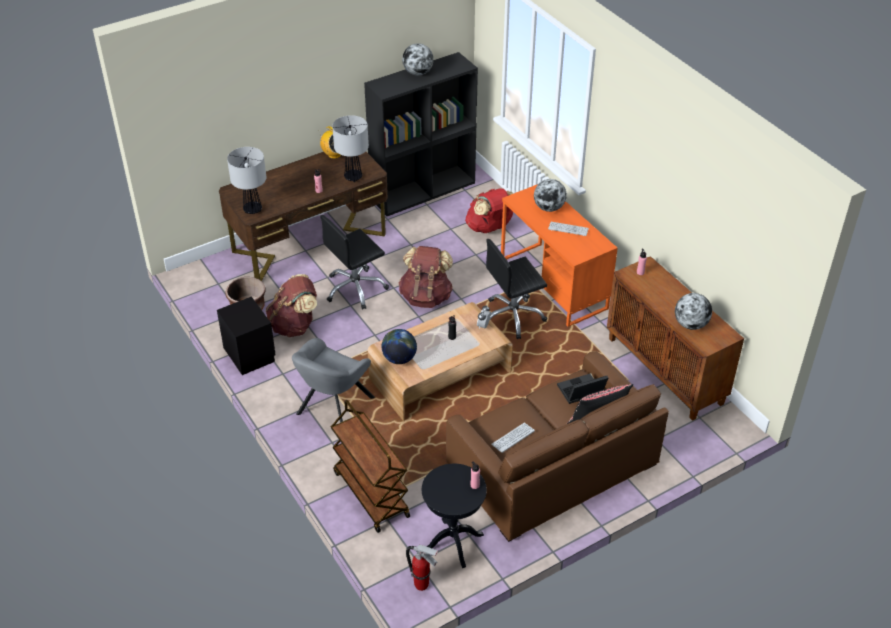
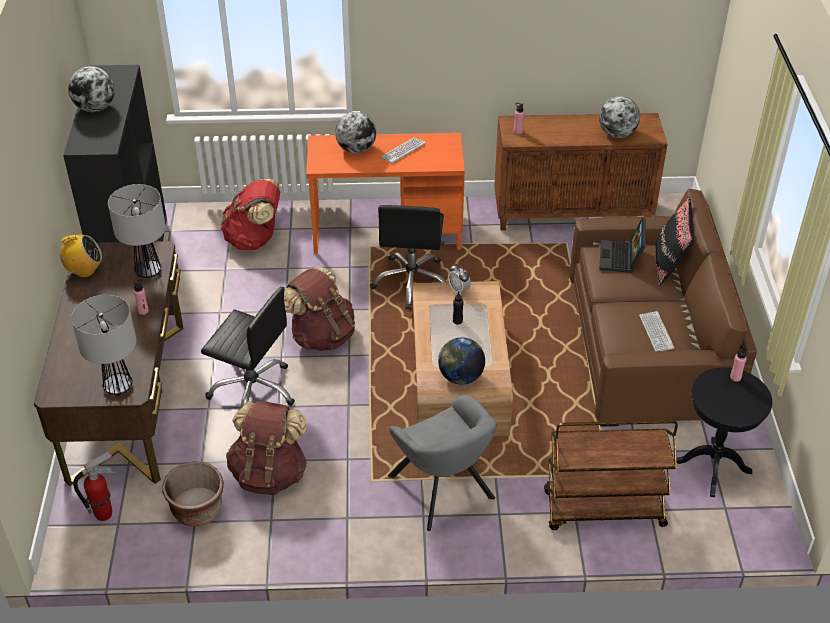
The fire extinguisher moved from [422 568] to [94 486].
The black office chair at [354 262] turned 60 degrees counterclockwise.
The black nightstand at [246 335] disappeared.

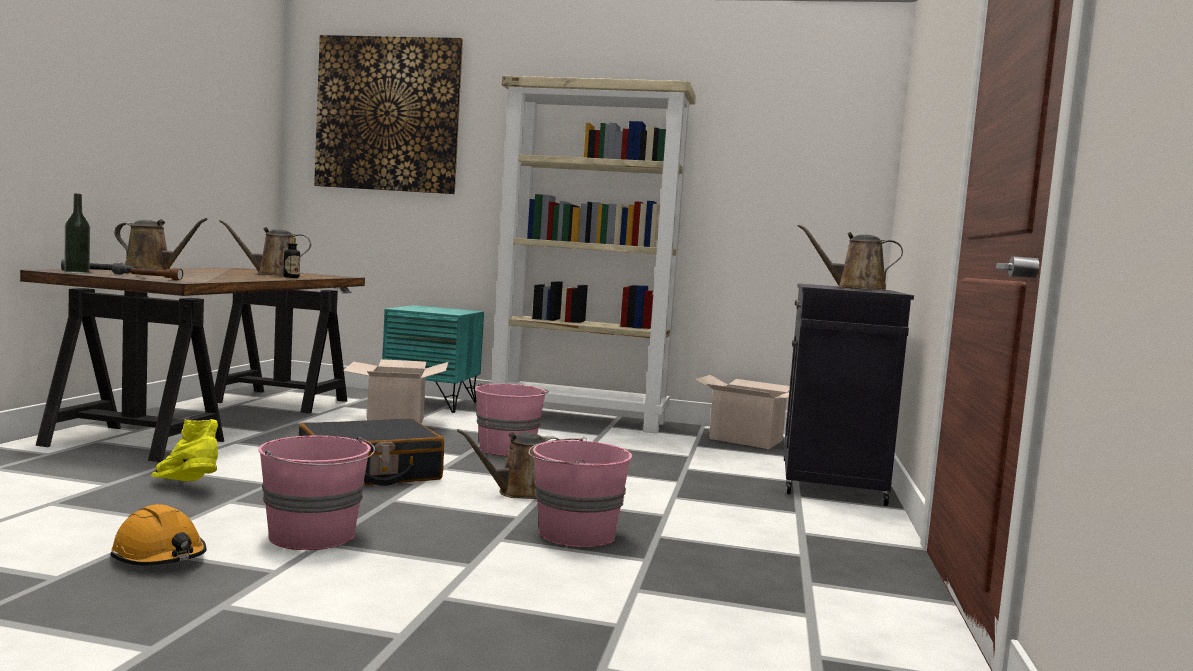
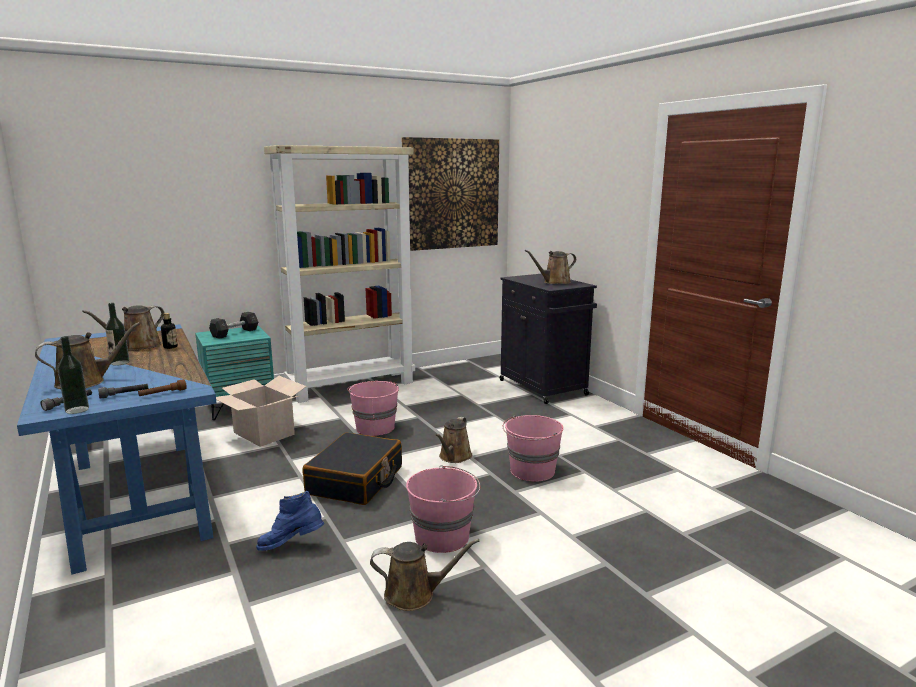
The brown desk at [192 365] became the blue desk at [117 449].
The bottle at [117 334] appeared.
The grey dumbbell at [233 325] appeared.
The yellow boot at [184 450] became the blue boot at [290 521].
The orange hard hat at [159 535] was replaced by the brown watering can at [425 575].
The picture moved from [388 114] to [450 194].
The cardboard box at [742 412] disappeared.

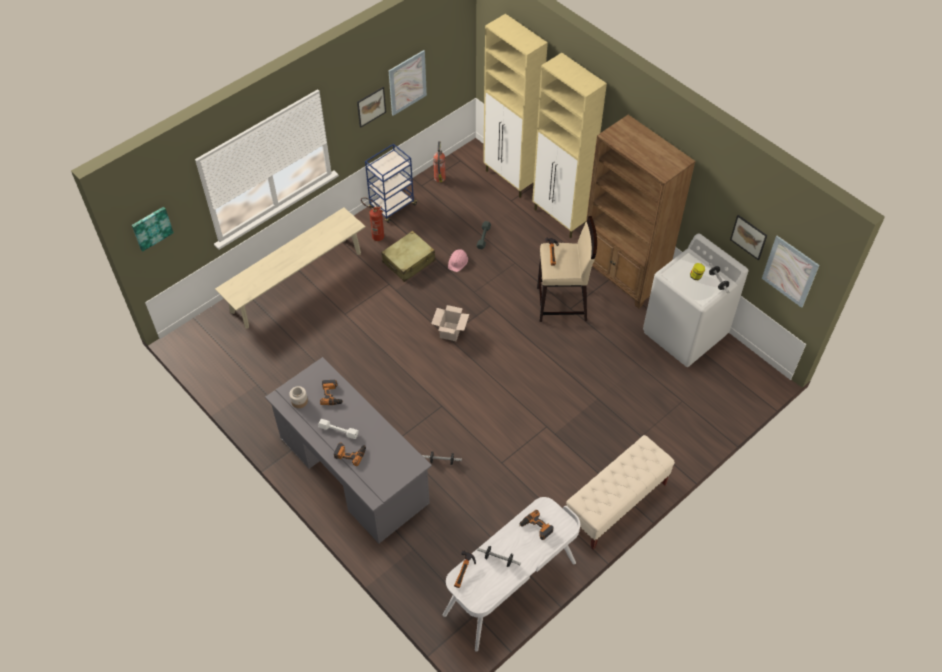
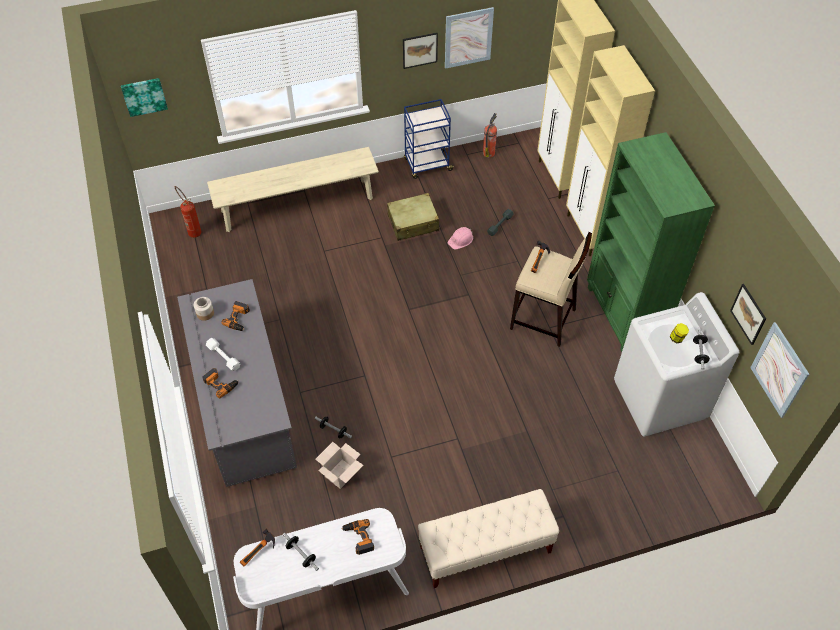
The fire extinguisher moved from [372 219] to [188 212].
The cardboard box moved from [450 323] to [339 465].
The brown bookcase at [641 212] became the green bookcase at [651 242].

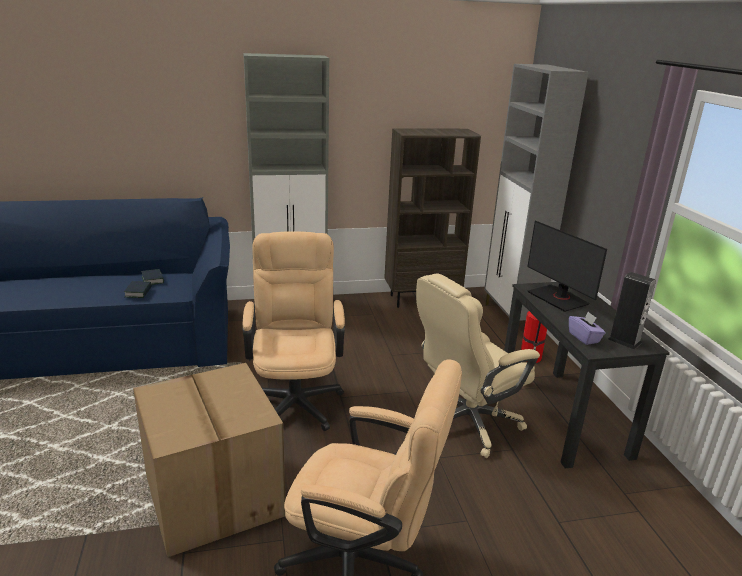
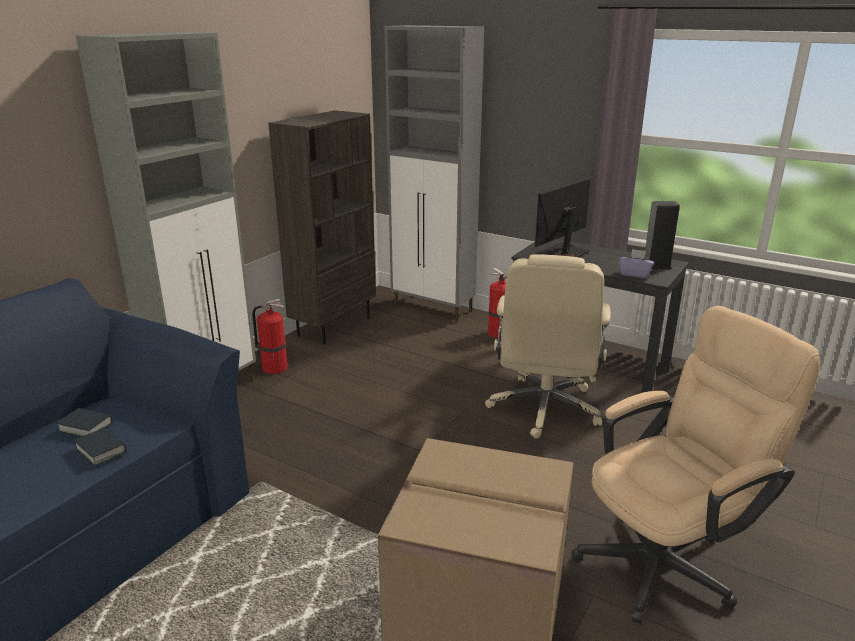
The fire extinguisher at [270 336] appeared.
The monitor at [567 266] turned 120 degrees clockwise.
The beige office chair at [294 331] disappeared.

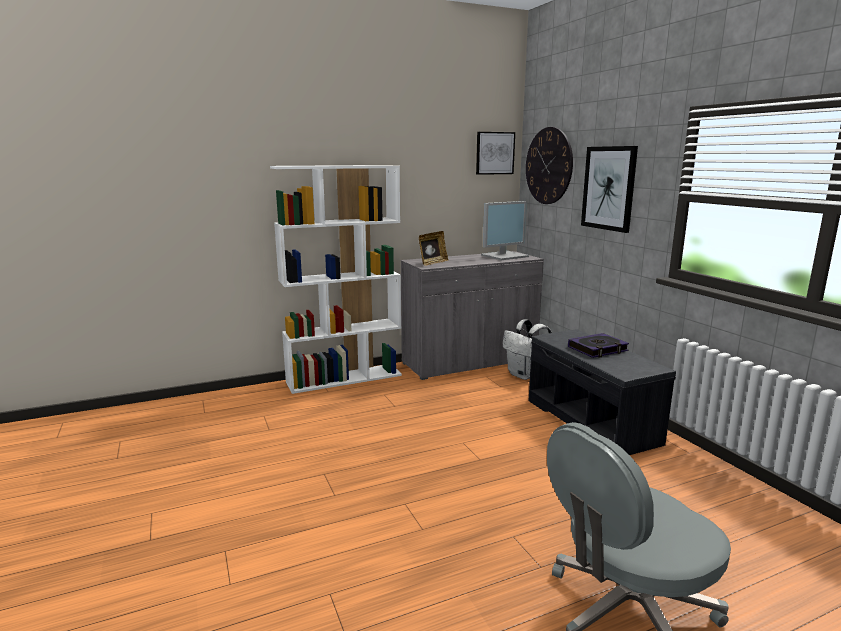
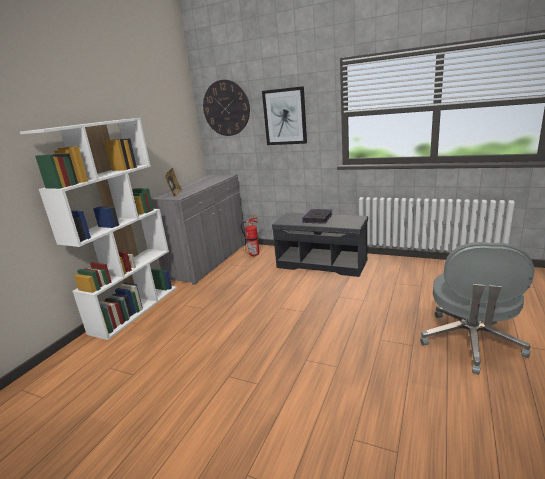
The white backpack at [527 349] was replaced by the fire extinguisher at [250 236].
The picture at [495 153] disappeared.
The monitor at [505 230] disappeared.

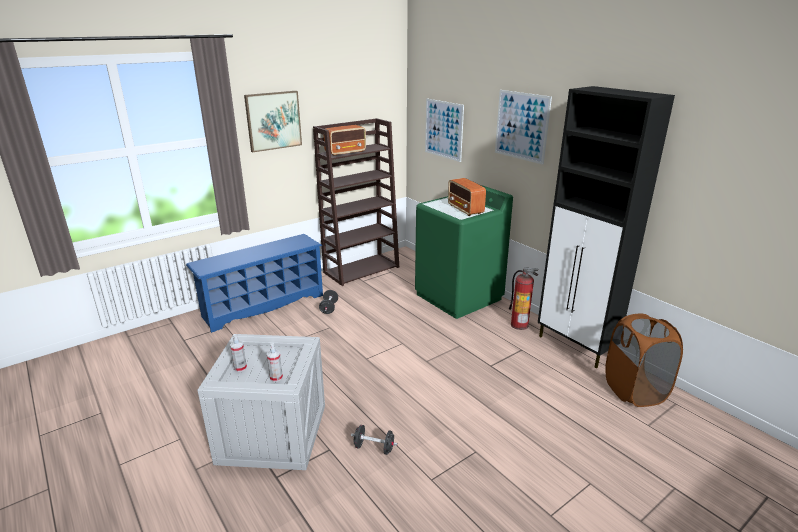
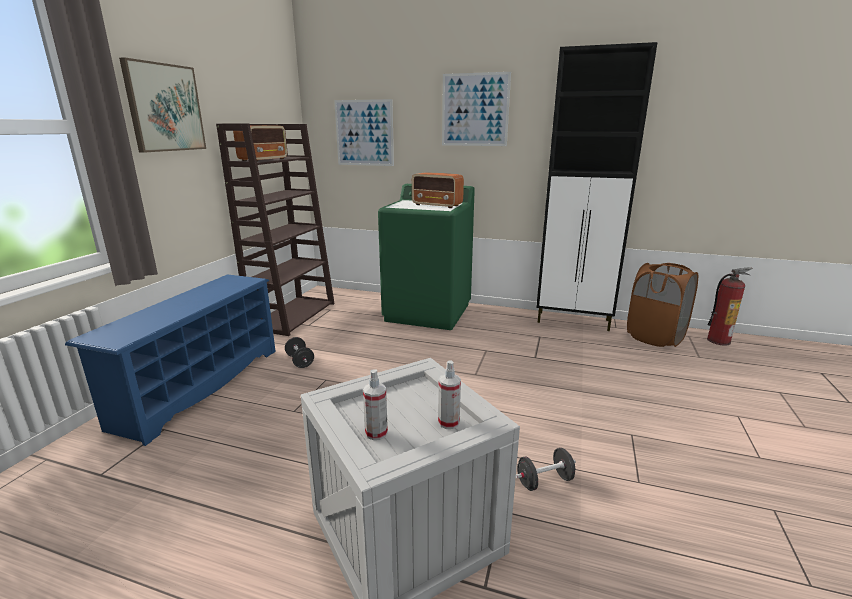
The fire extinguisher moved from [524 298] to [730 306].

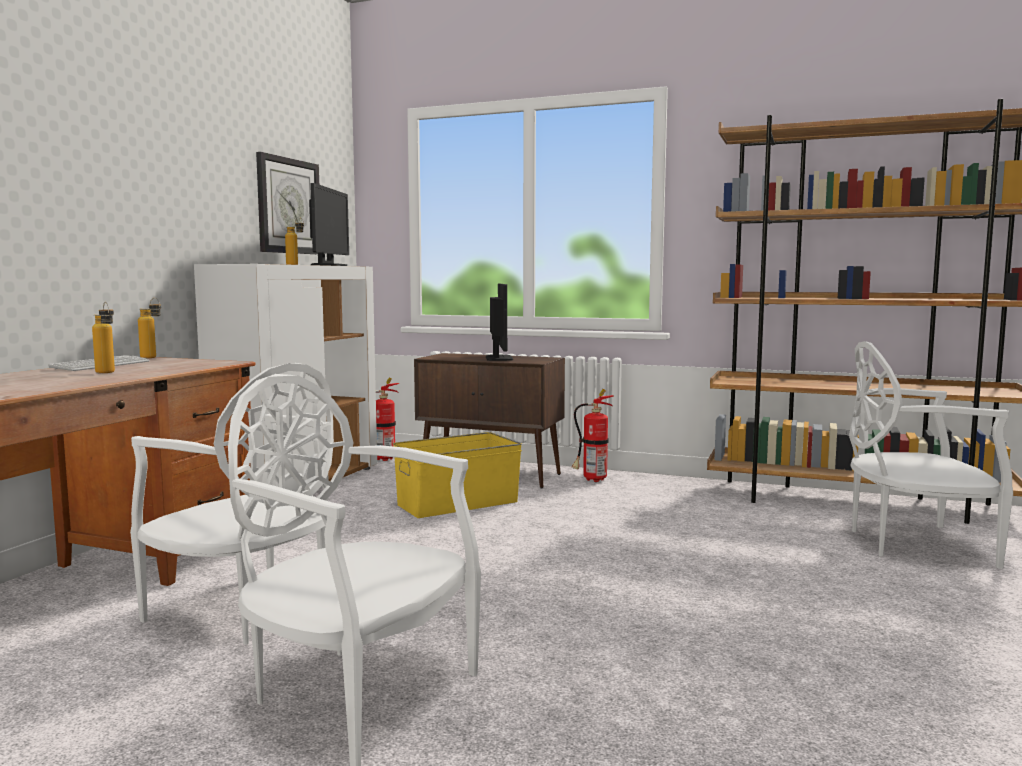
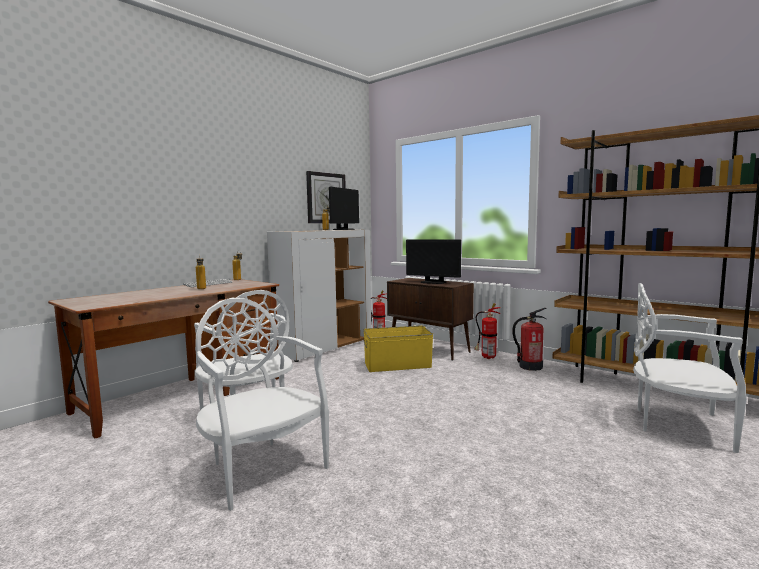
The monitor at [499 322] turned 105 degrees clockwise.
The fire extinguisher at [529 339] appeared.

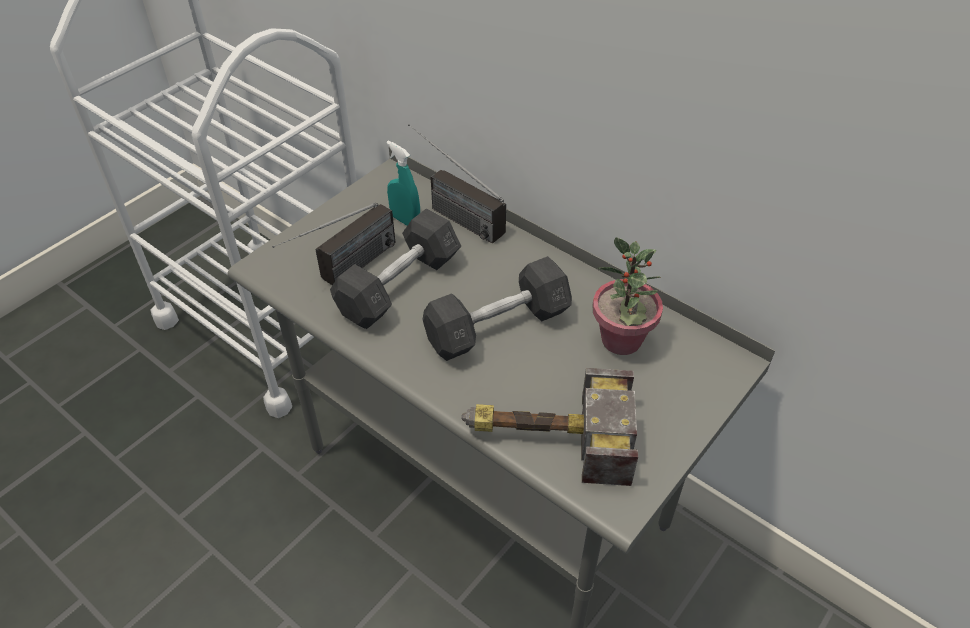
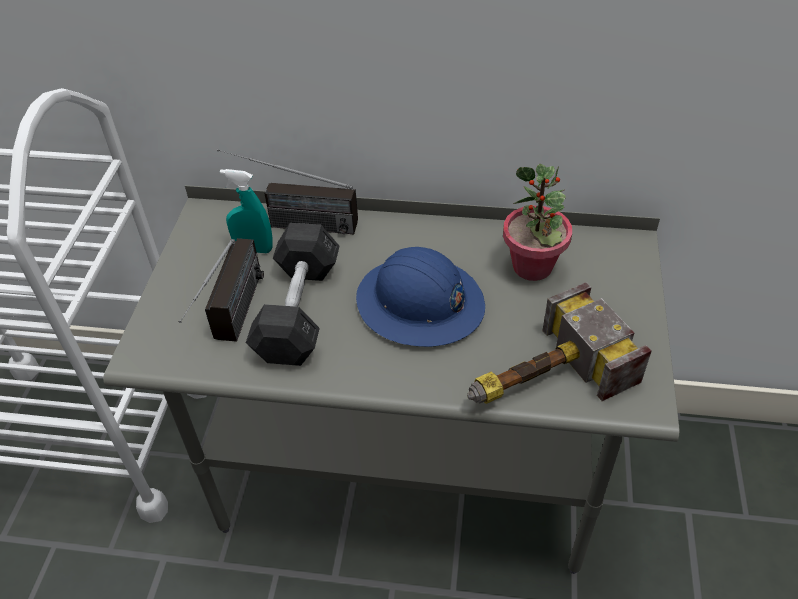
The grey dumbbell at [497 308] was replaced by the blue hard hat at [420 297].

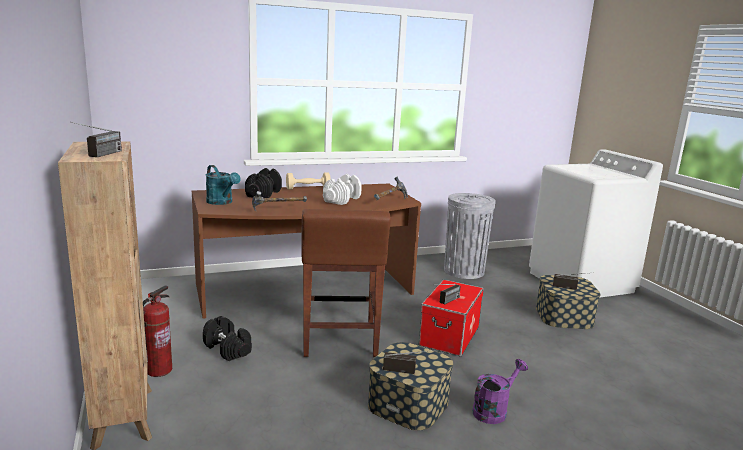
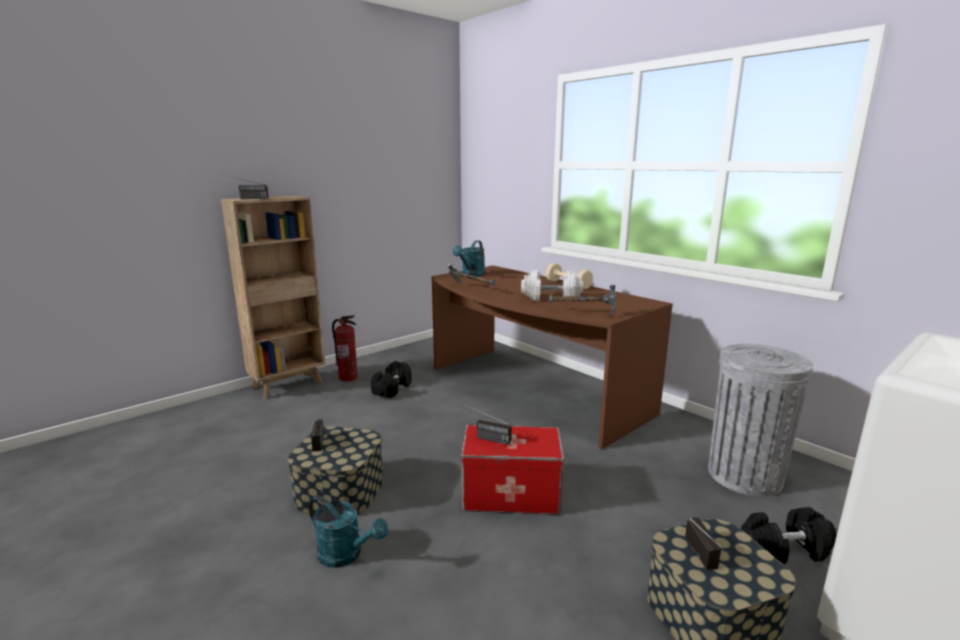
The purple watering can at [500 391] became the turquoise watering can at [348 531].
The black dumbbell moved from [263 183] to [789 536].
The brown stool at [346 283] disappeared.

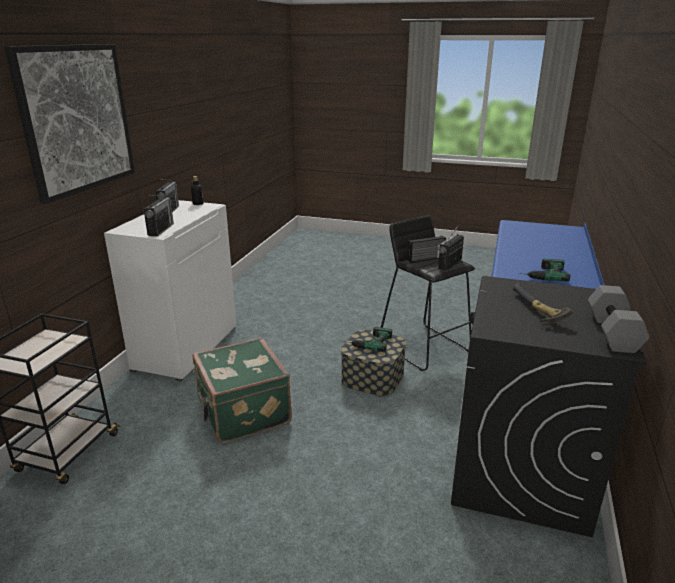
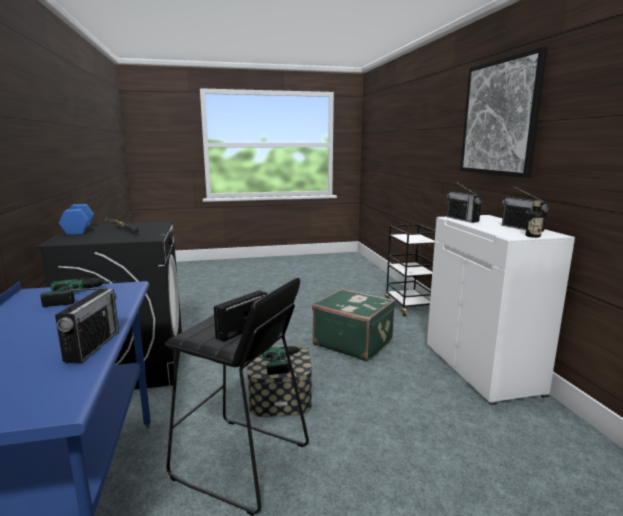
The radio moved from [451 247] to [87 325].
The grey dumbbell at [618 319] became the blue dumbbell at [76 219].

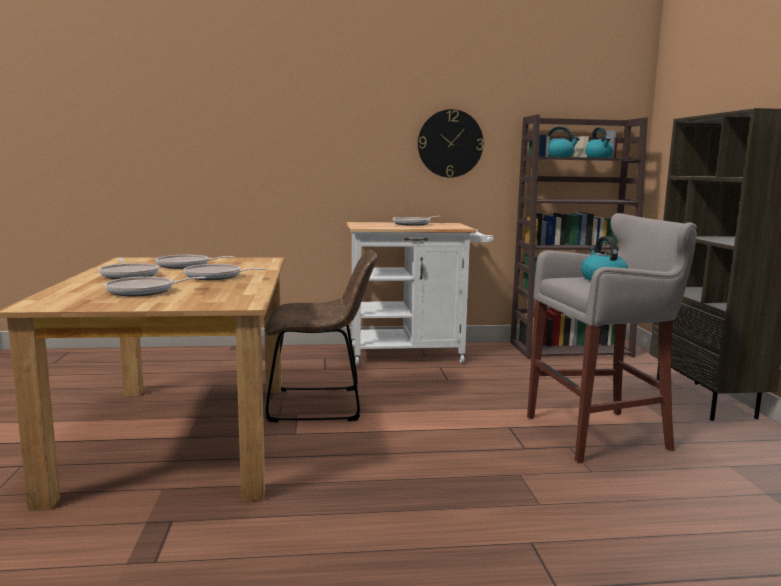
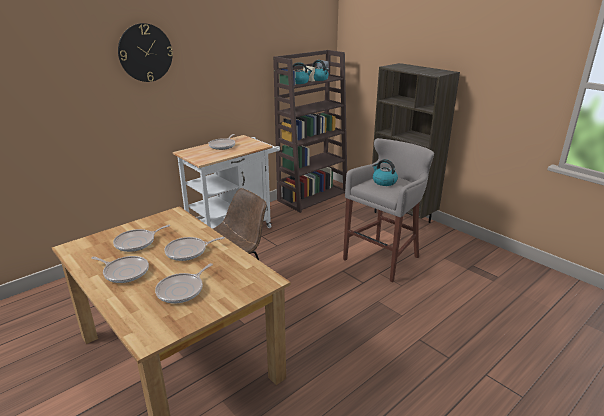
The wall clock moved from [450 143] to [145 52].

